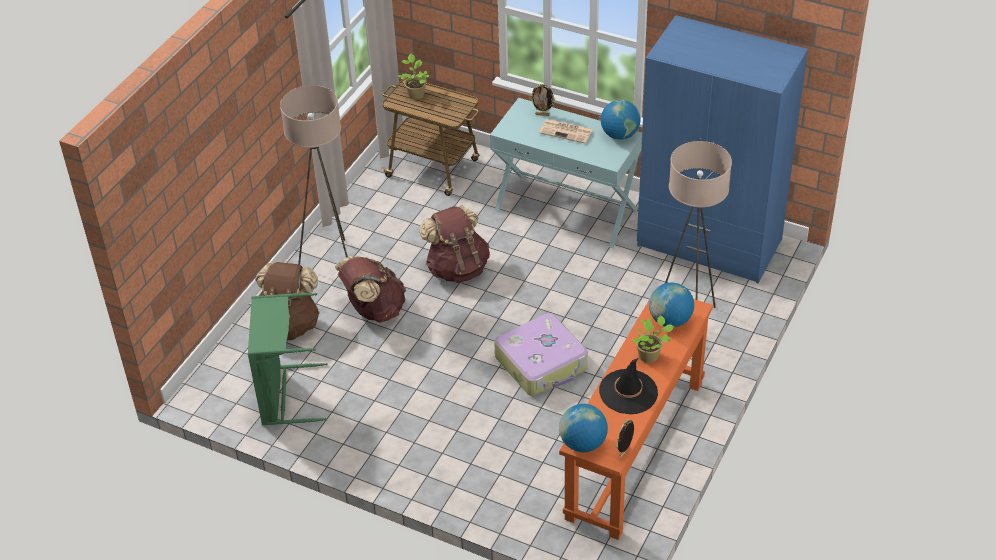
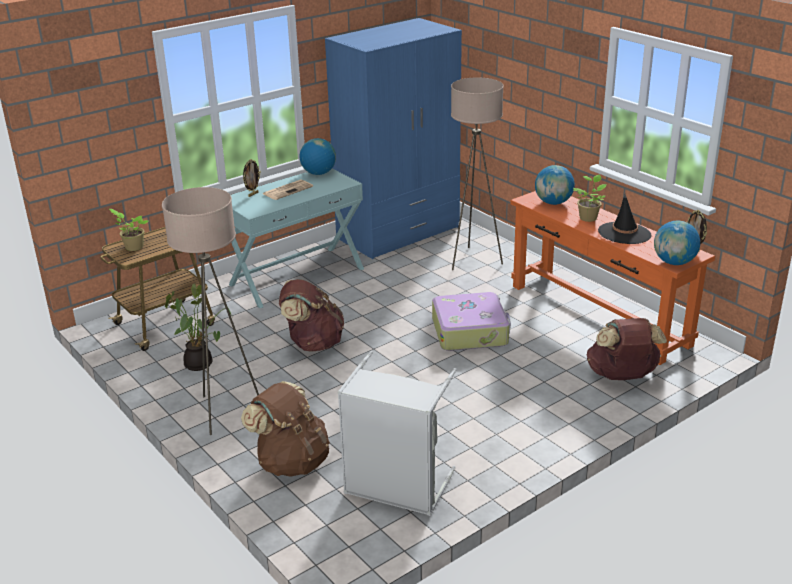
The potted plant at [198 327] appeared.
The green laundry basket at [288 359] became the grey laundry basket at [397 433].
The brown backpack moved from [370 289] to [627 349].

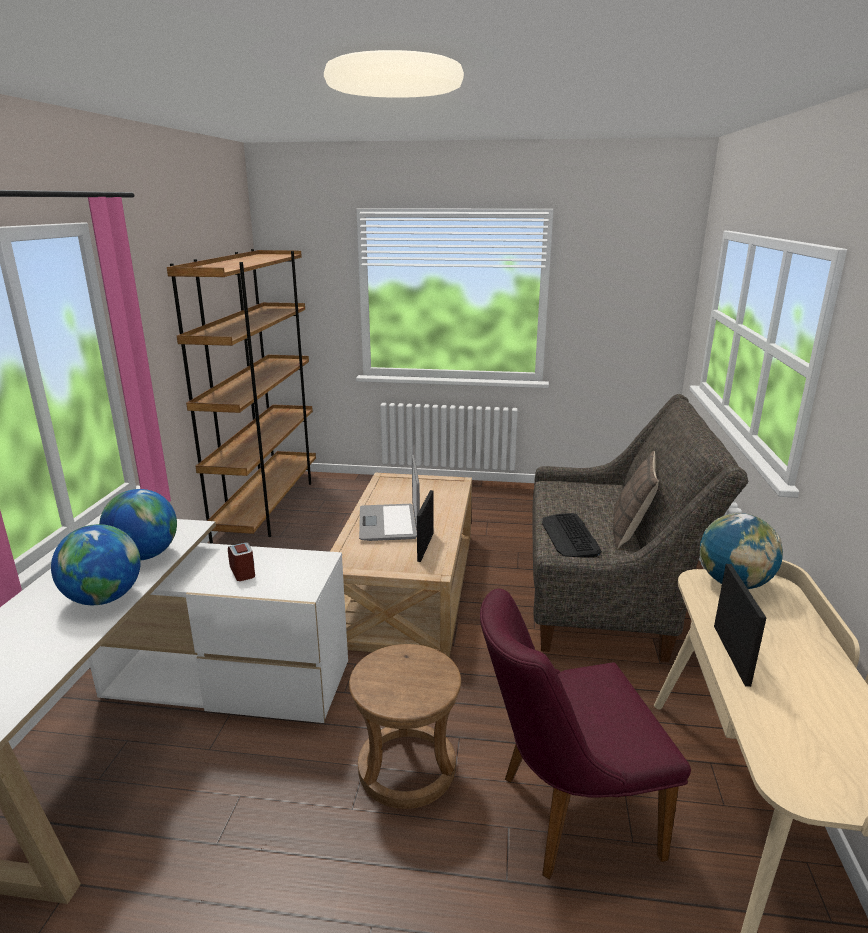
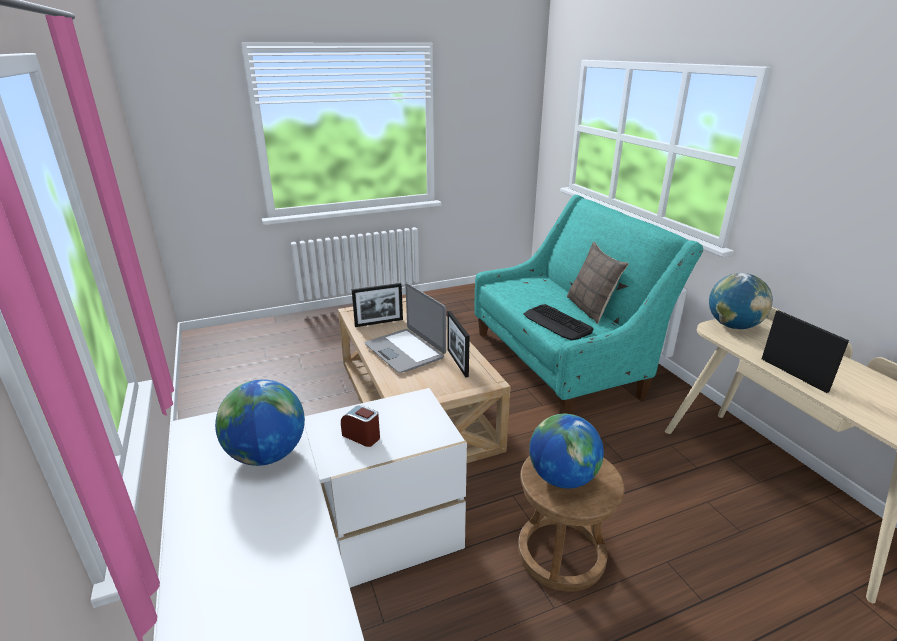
The picture frame at [377 305] appeared.
The grey sofa at [640 528] became the turquoise sofa at [588 304].
The globe moved from [96 564] to [566 451].
The brown bookcase at [241 396] disappeared.
The purple chair at [585 734] disappeared.

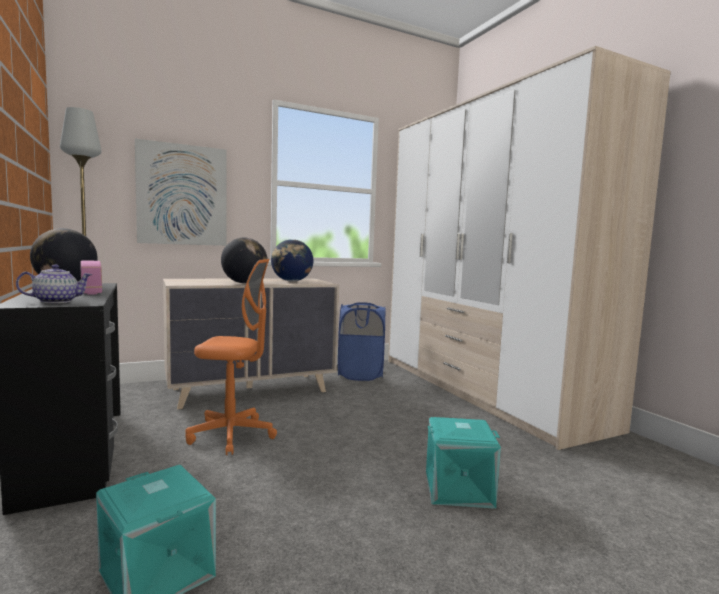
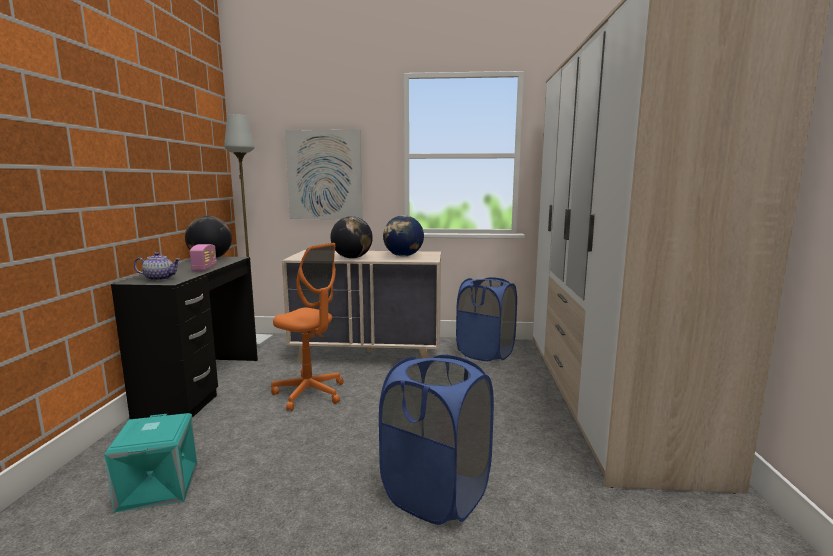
The turquoise storage box at [463 463] was replaced by the blue laundry basket at [436 439].

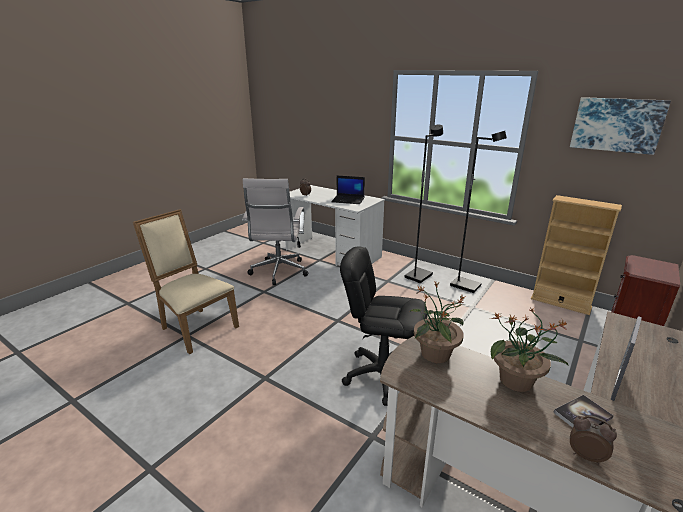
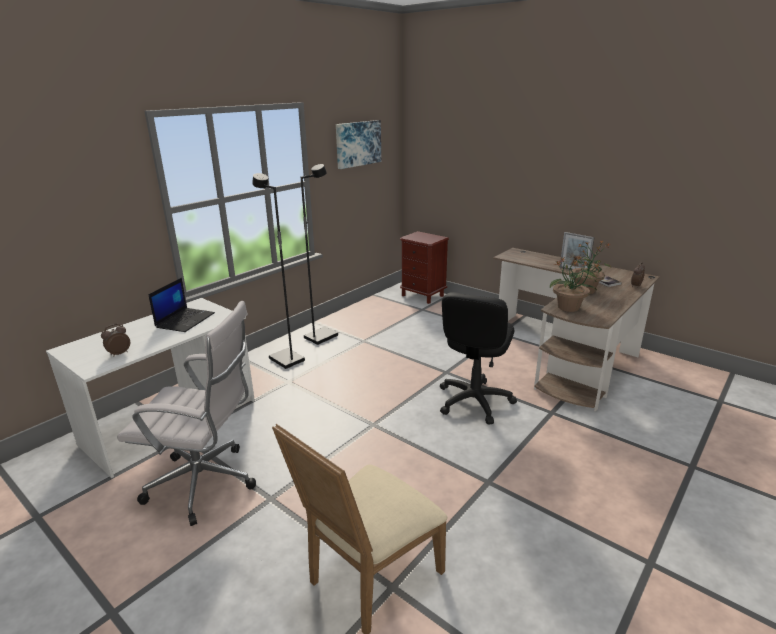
The beige bookcase at [576 255] disappeared.

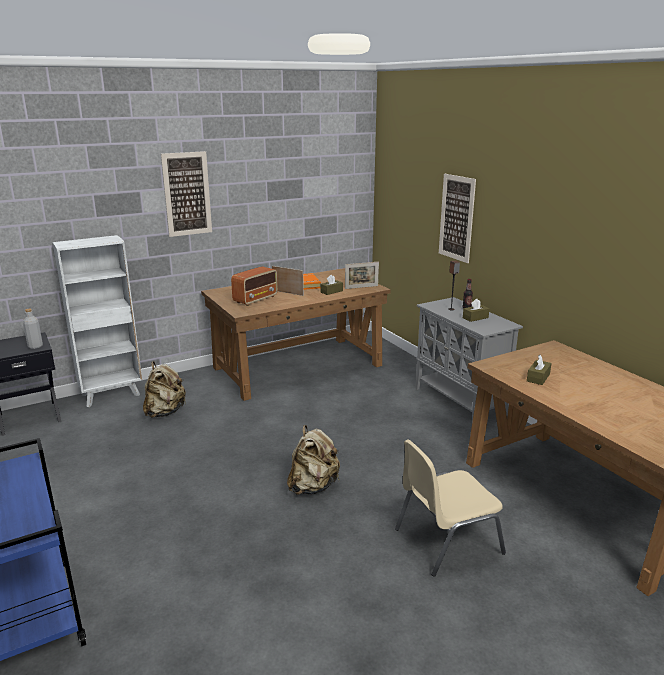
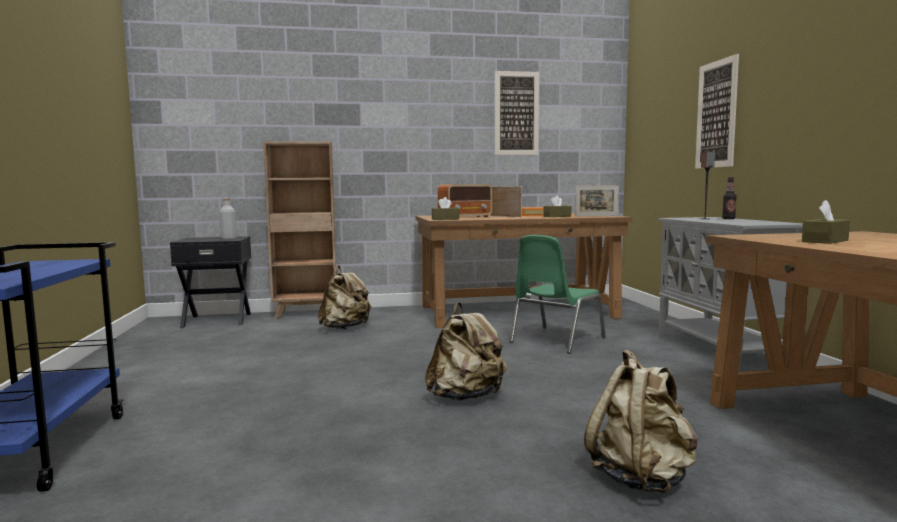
The white bookcase at [97 321] became the brown bookcase at [299 230].
The brown tissue box moved from [476 310] to [445 208].
The picture moved from [186 194] to [517 113].
The green chair at [558 294] appeared.
The beige chair at [450 508] was replaced by the beige backpack at [641 421].

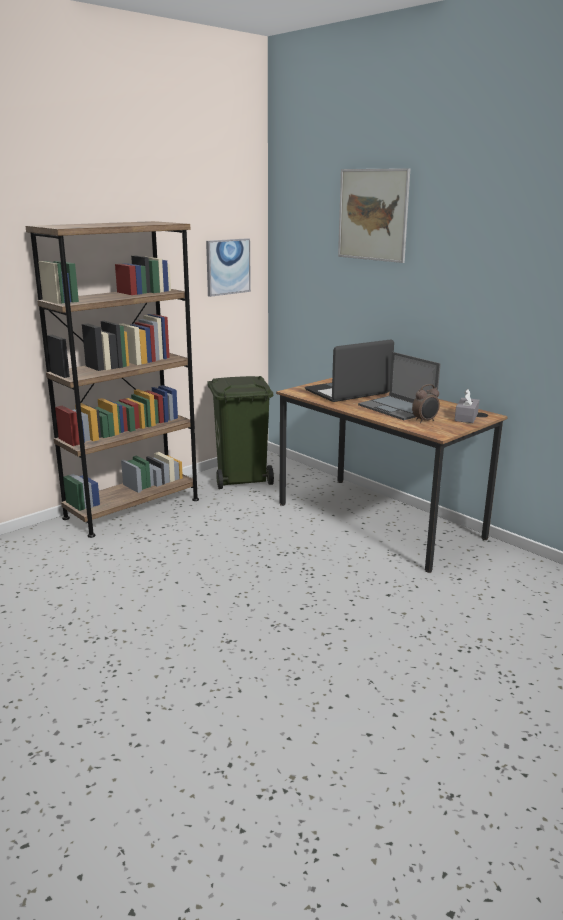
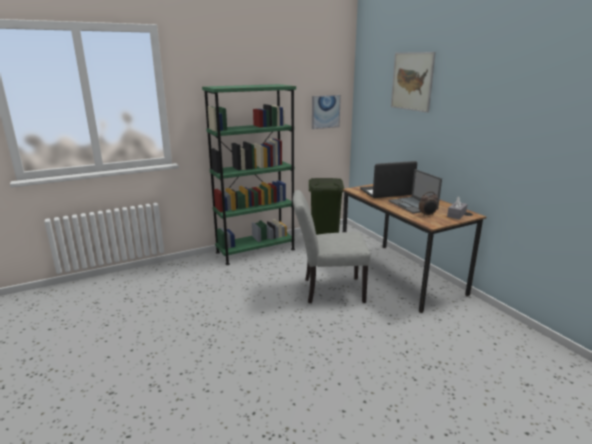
The brown bookcase at [112 379] became the green bookcase at [249 174].
The grey chair at [332 246] appeared.

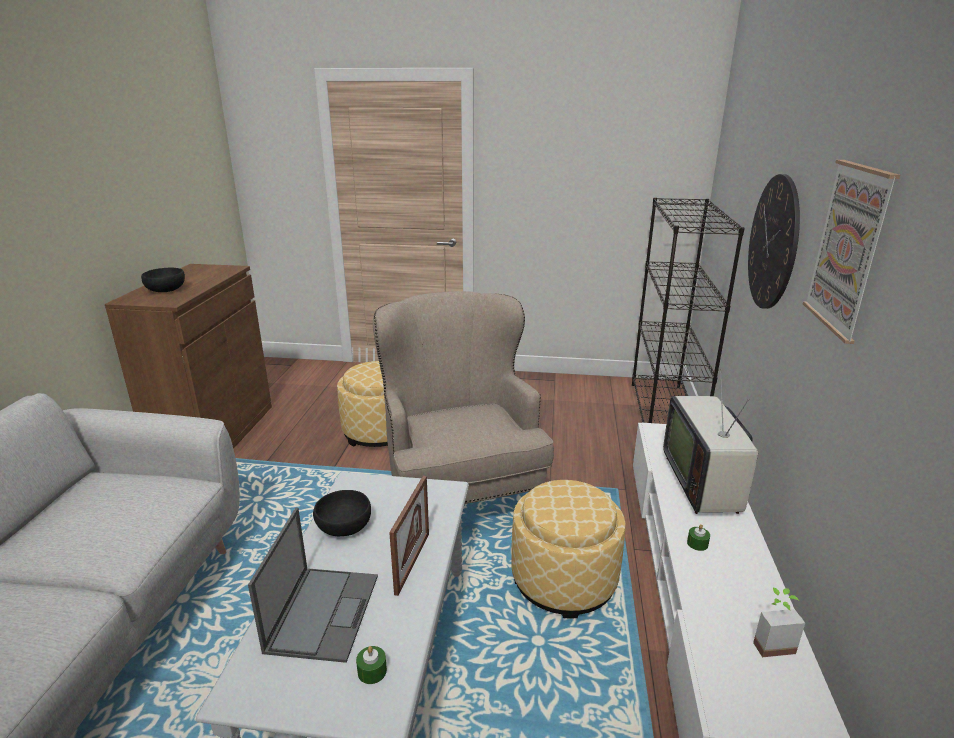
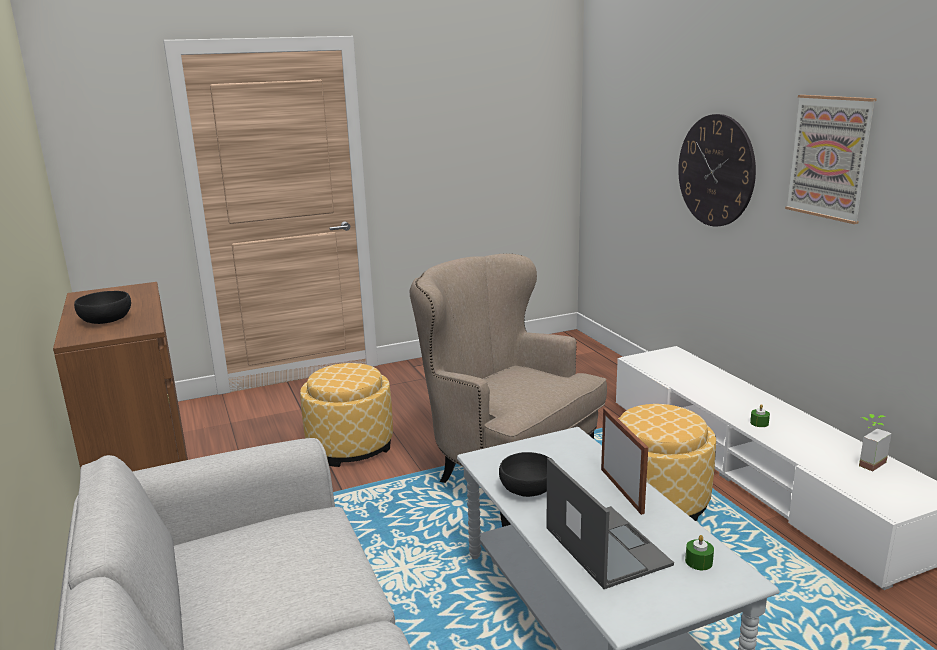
The black bookcase at [688 310] disappeared.
The television at [710 441] disappeared.

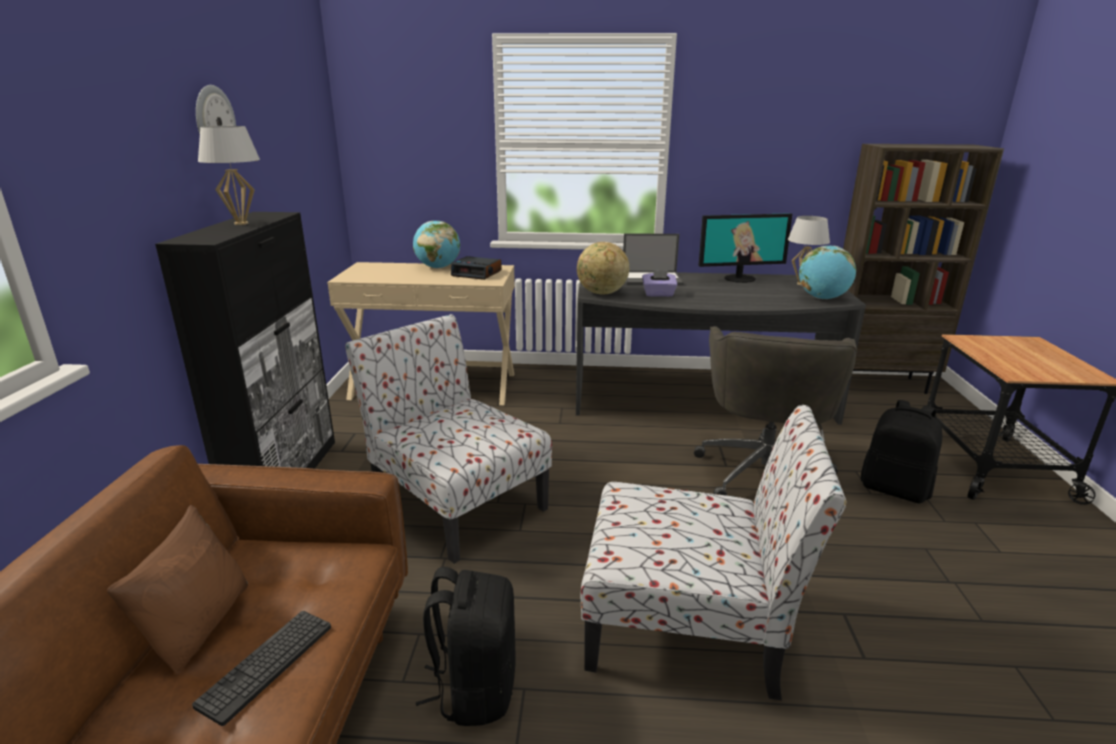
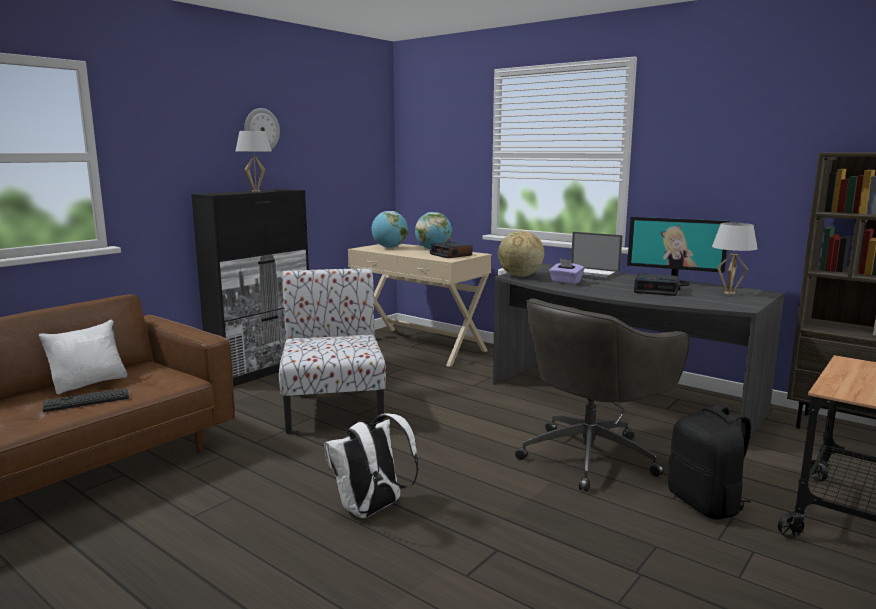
The brown pillow at [177 590] became the white pillow at [83 357].
The chair at [713 552] was replaced by the white backpack at [371 466].
The globe moved from [827 272] to [389 229].
The alarm clock at [657 284] appeared.
The black backpack at [466 646] disappeared.

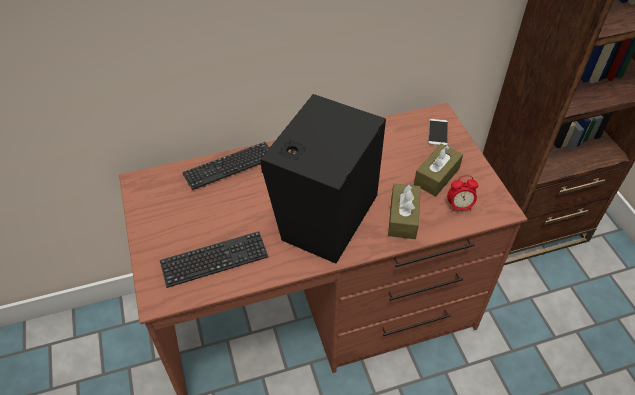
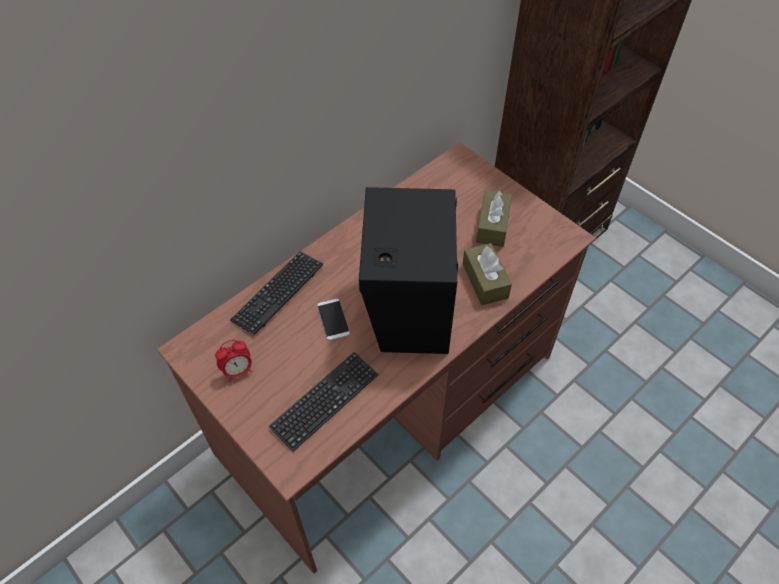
The alarm clock moved from [462 193] to [233 361].
The phone moved from [438 132] to [333 319].

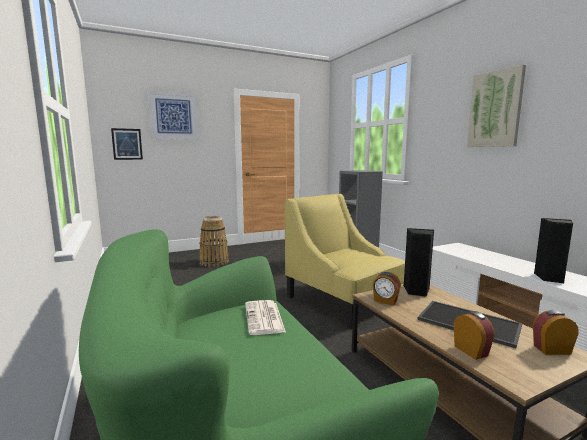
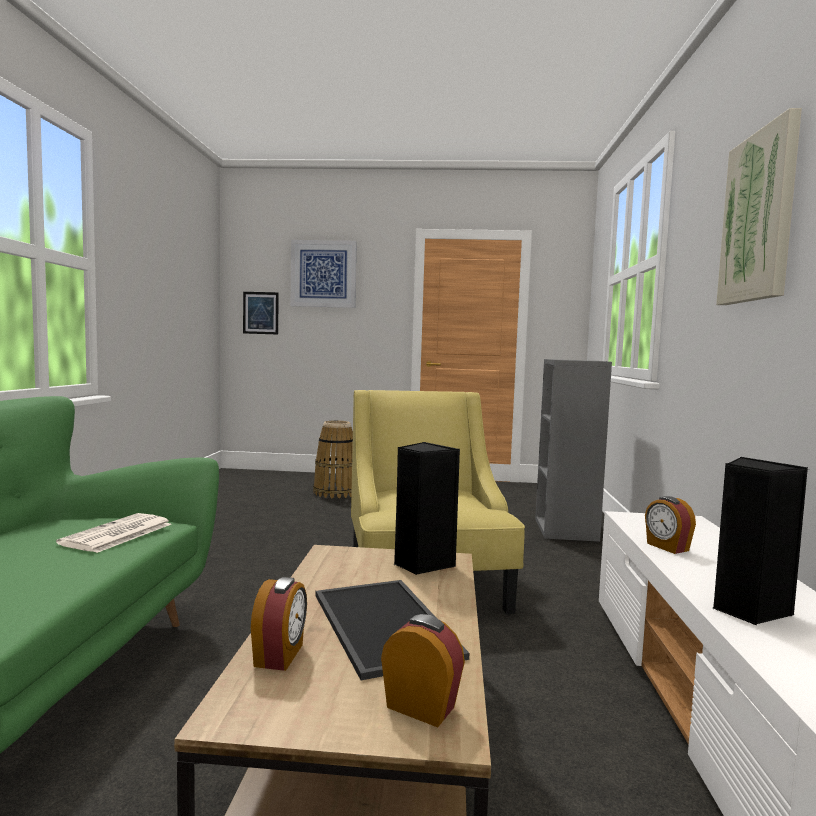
The alarm clock moved from [386 289] to [670 525].

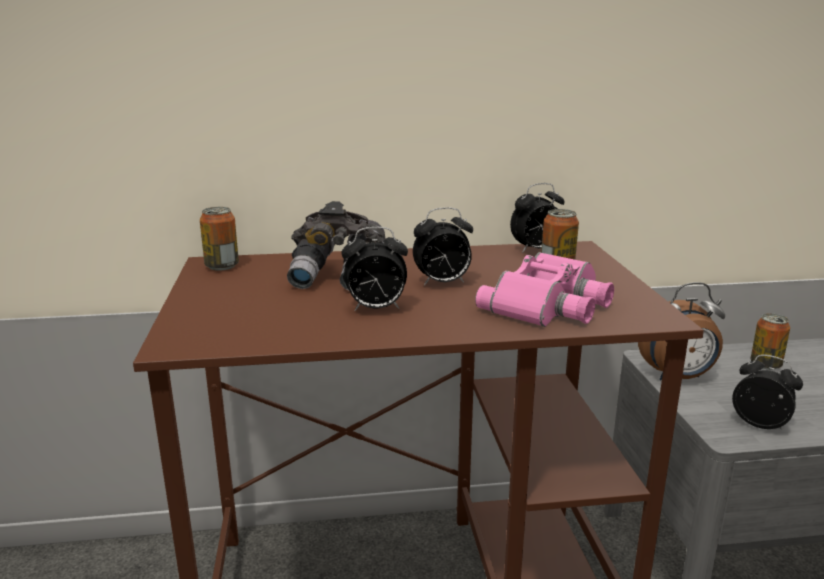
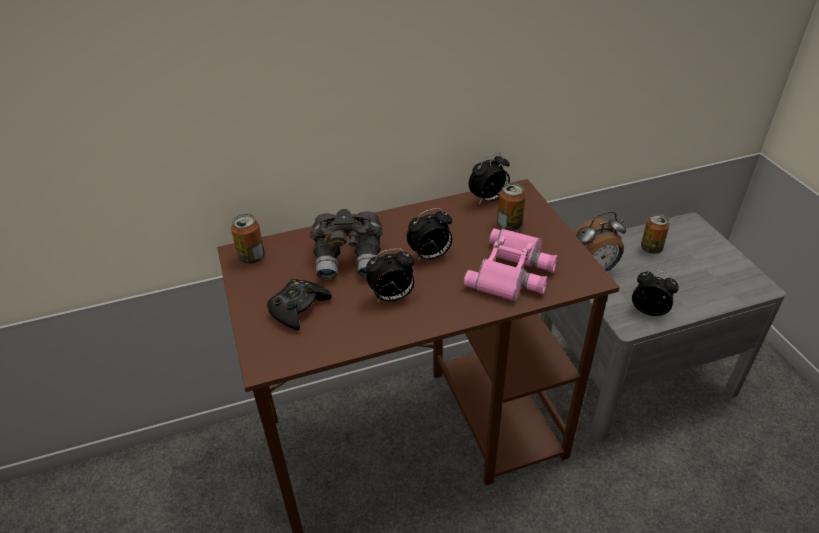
The black game controller at [299 304] appeared.

